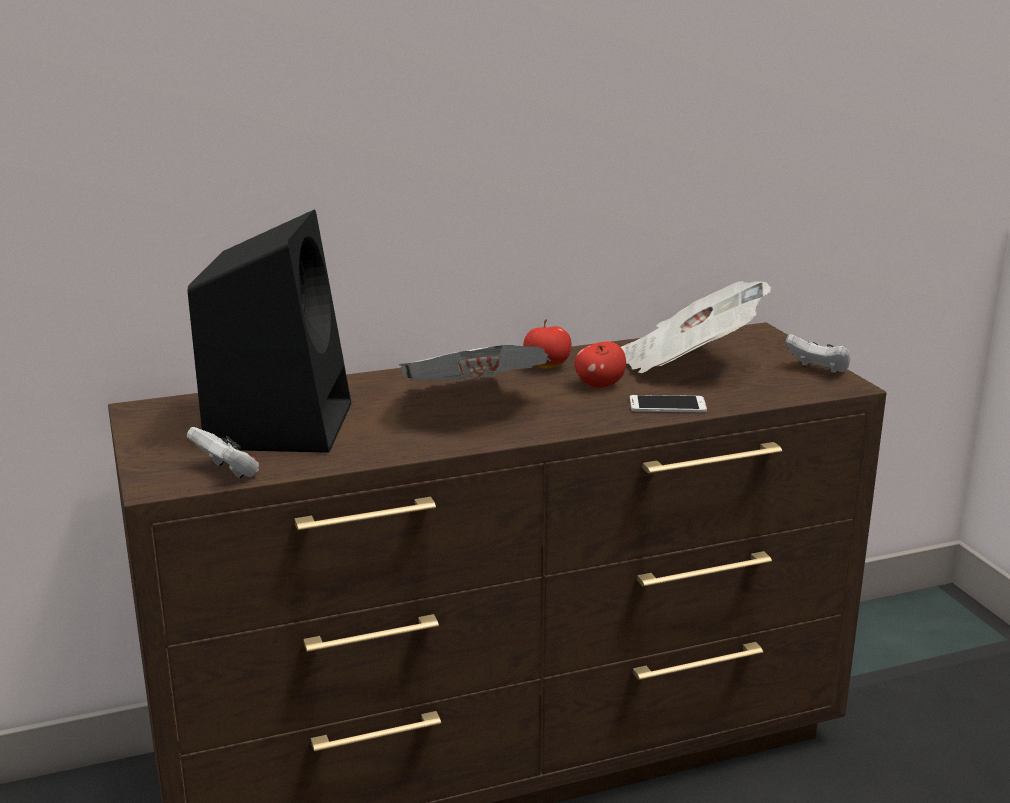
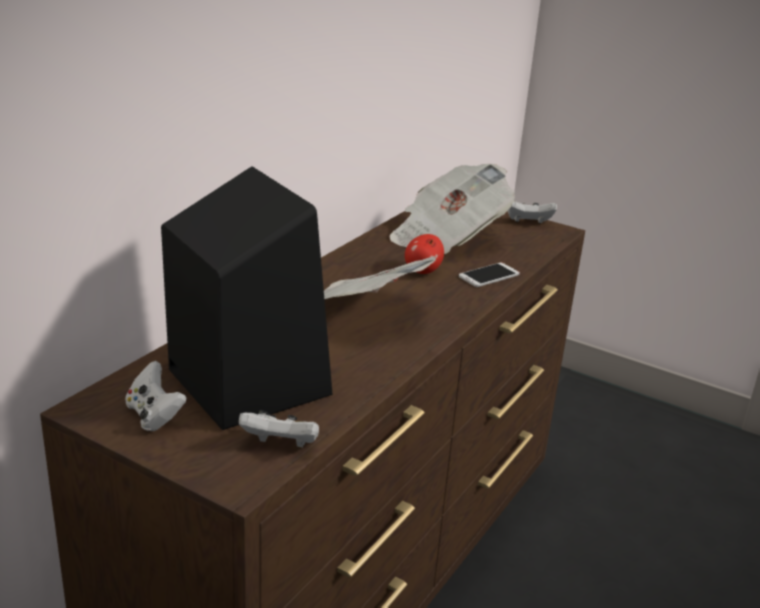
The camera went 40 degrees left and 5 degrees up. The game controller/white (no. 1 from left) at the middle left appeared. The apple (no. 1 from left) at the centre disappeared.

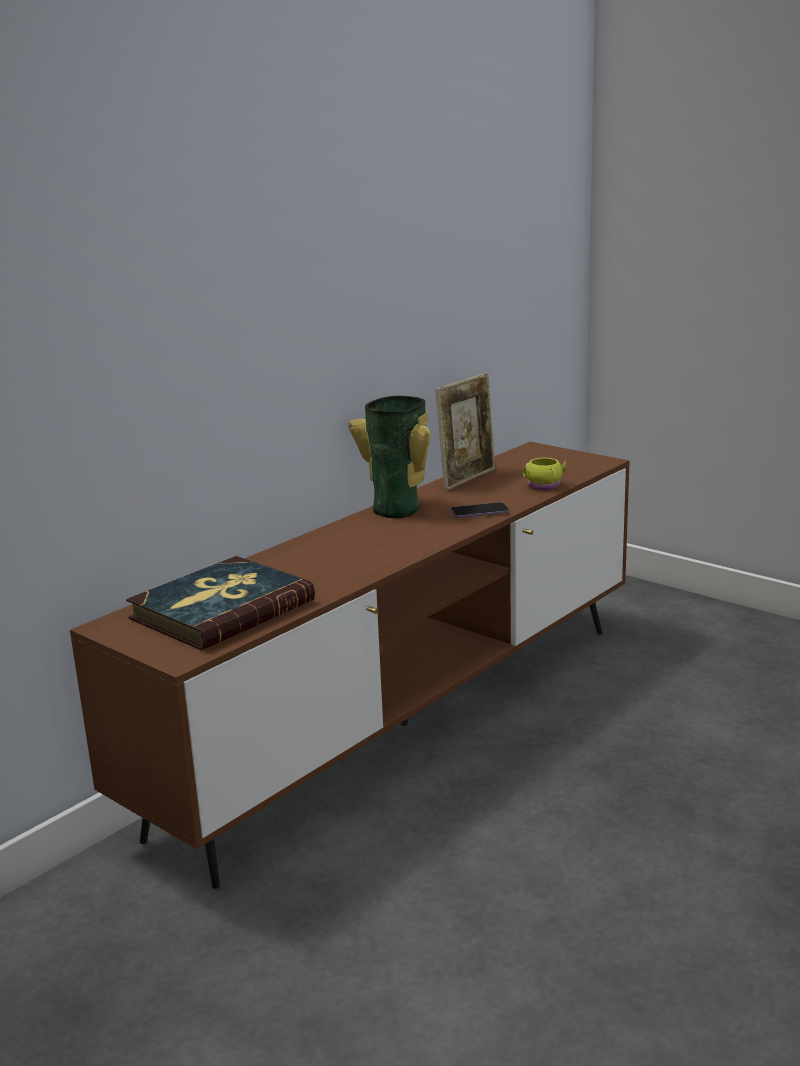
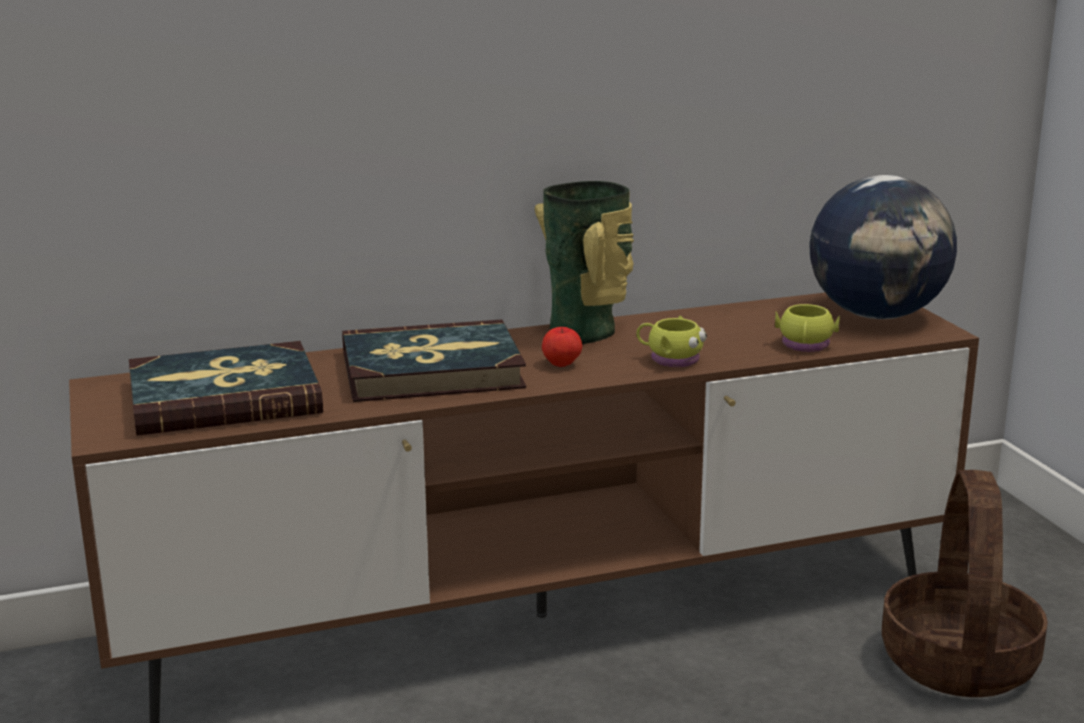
The camera went 30 degrees right and 0 degrees up. The book (no. 2 from left) at the centre appeared. The apple at the centre appeared. The phone at the centre was replaced by the mug/yellow (no. 1 from left) at the centre. The globe at the middle right appeared. The basket at the bottom right appeared. The picture frame at the centre disappeared.

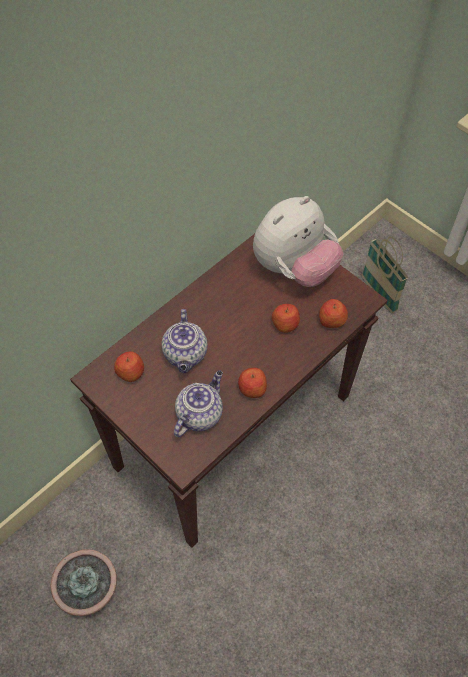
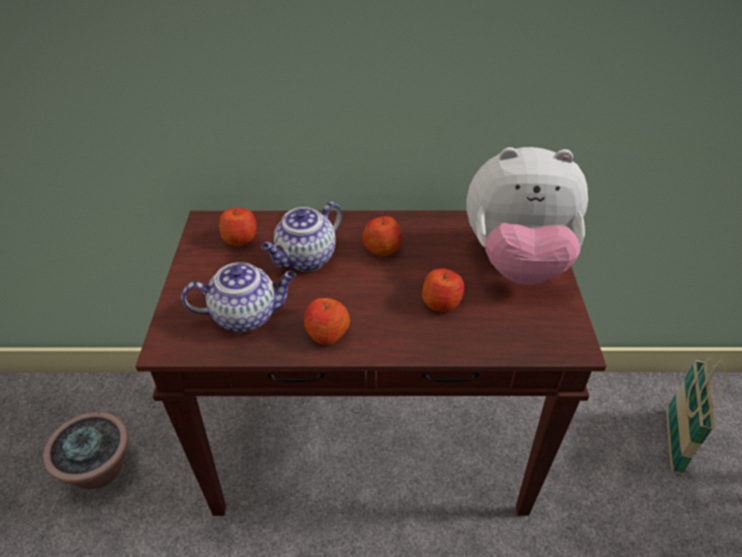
The camera went 45 degrees right and 15 degrees down. The apple (no. 4 from left in the first image) moved from the middle right to the centre.

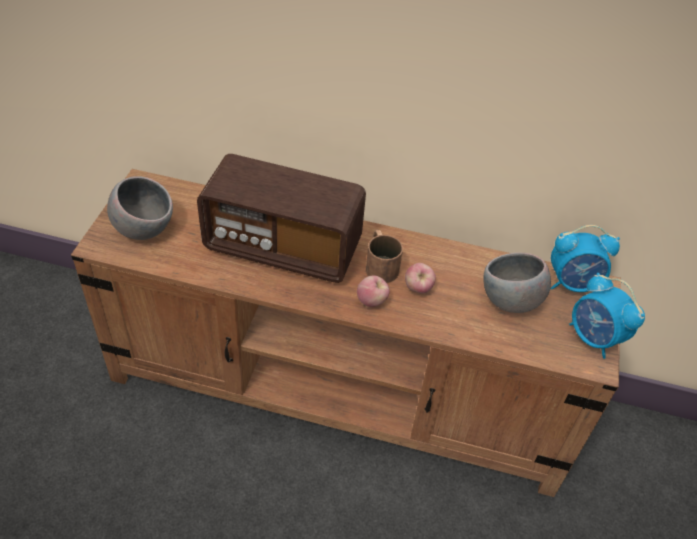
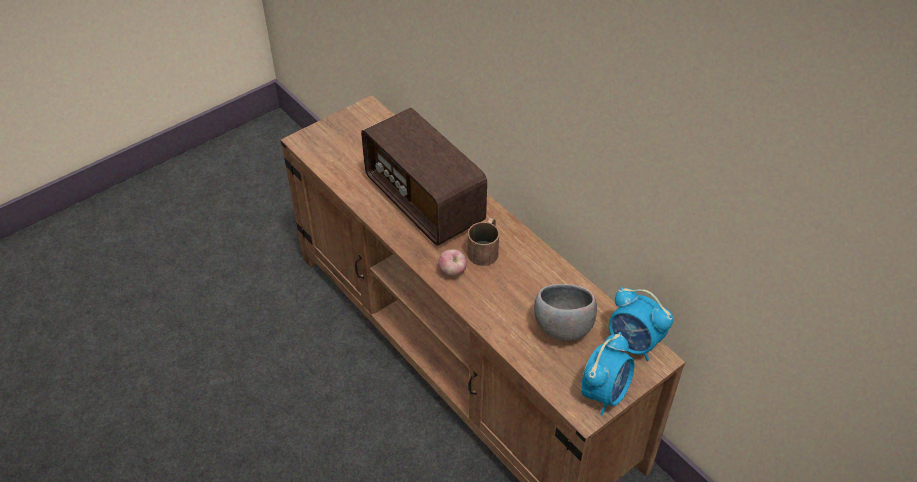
The camera went 40 degrees right and 0 degrees up. The alarm clock (no. 2 from left in the first image) at the middle right turned 150 degrees counterclockwise. The bowl/grey (no. 1 from left) at the middle left disappeared. The apple (no. 2 from left) at the centre disappeared.

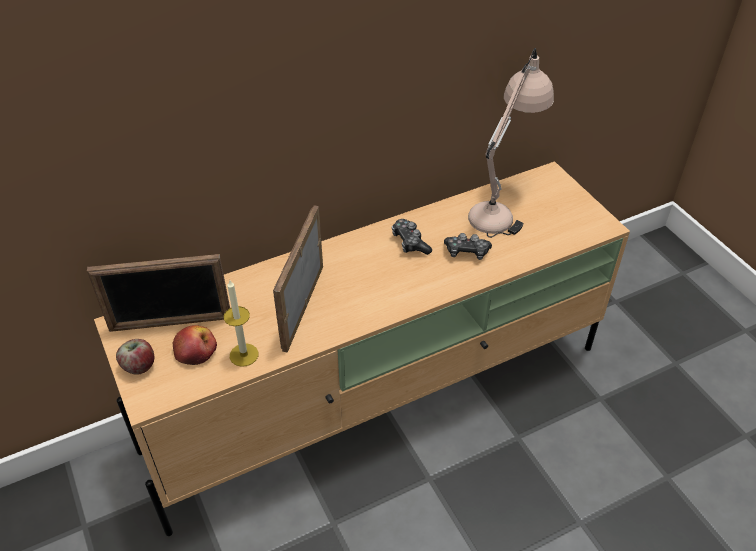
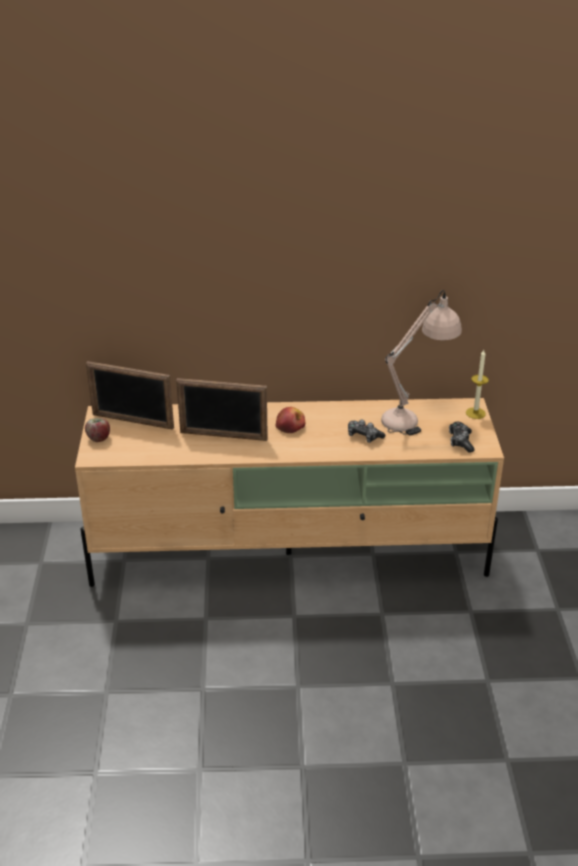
The camera went 25 degrees right and 10 degrees down. The picture frame (no. 2 from left) at the centre turned 120 degrees counterclockwise. The apple (no. 2 from left) moved from the middle left to the centre. The game controller (no. 1 from left in the first image) moved from the centre to the middle right. The candle moved from the middle left to the middle right.

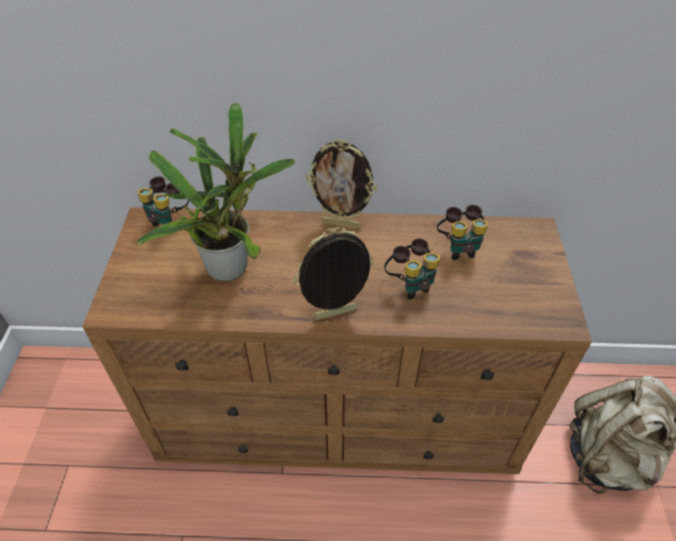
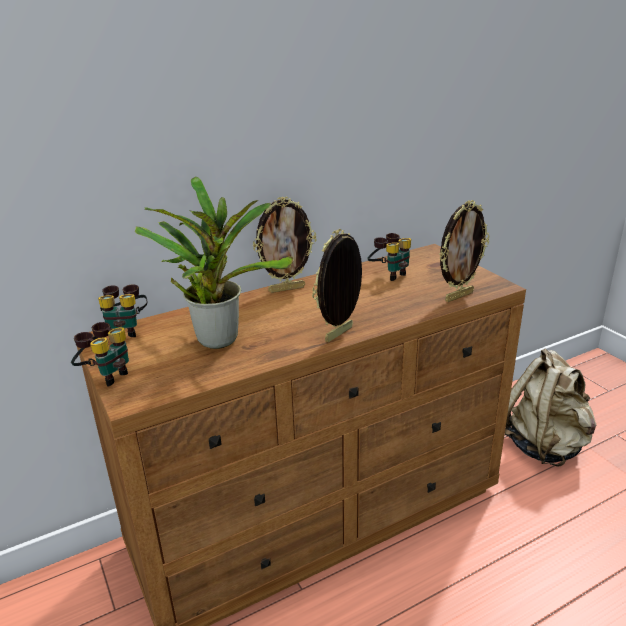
The camera went 30 degrees left and 20 degrees down. The binoculars (no. 2 from left in the first image) moved from the centre to the middle left. The picture frame (no. 3 from left) at the middle right appeared.

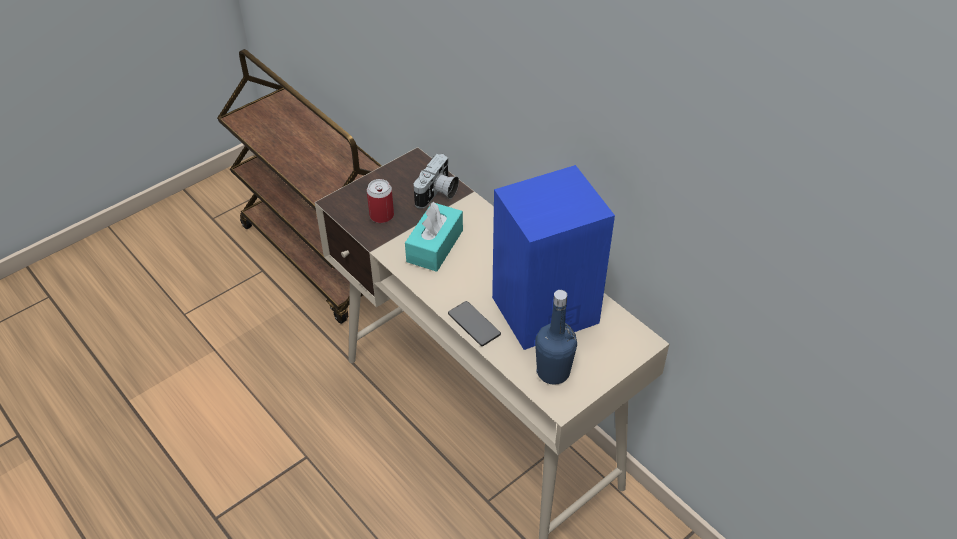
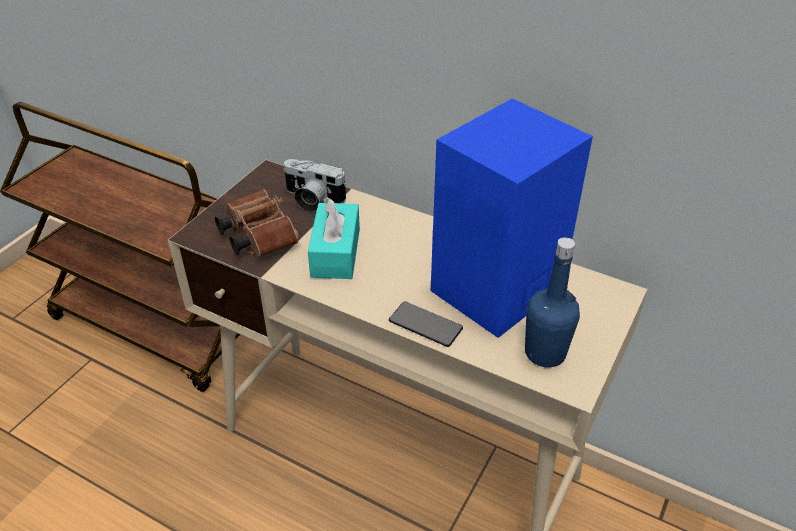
The camera went 20 degrees left and 5 degrees down. The can at the centre was replaced by the binoculars/brown at the middle left. The photo camera at the centre turned 105 degrees clockwise.

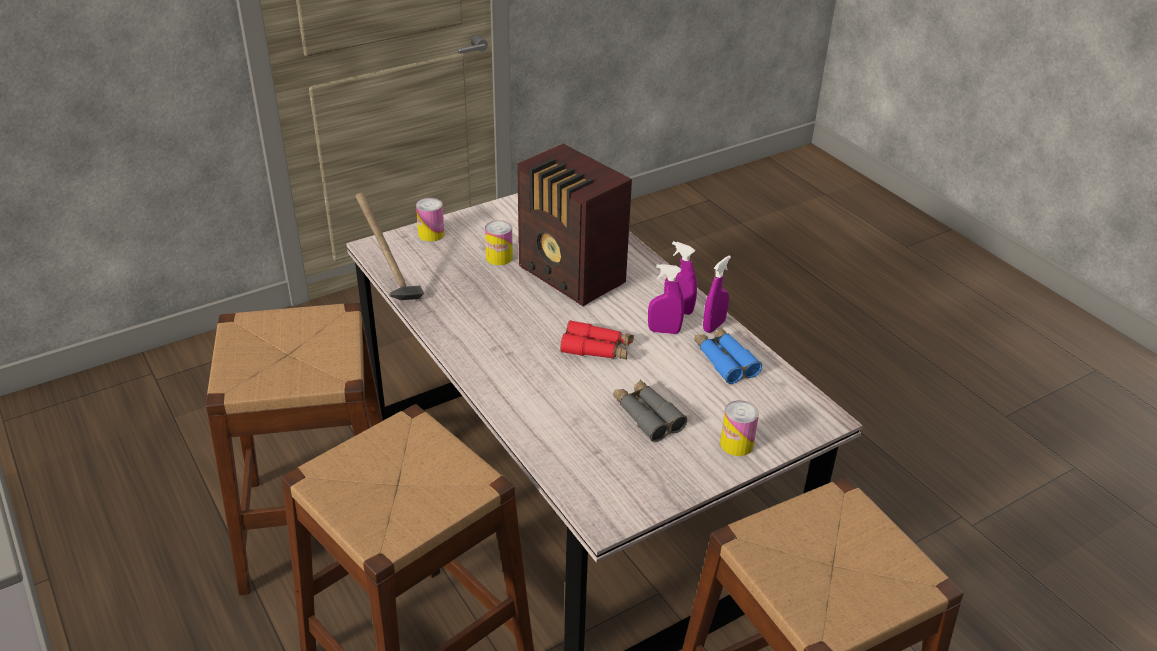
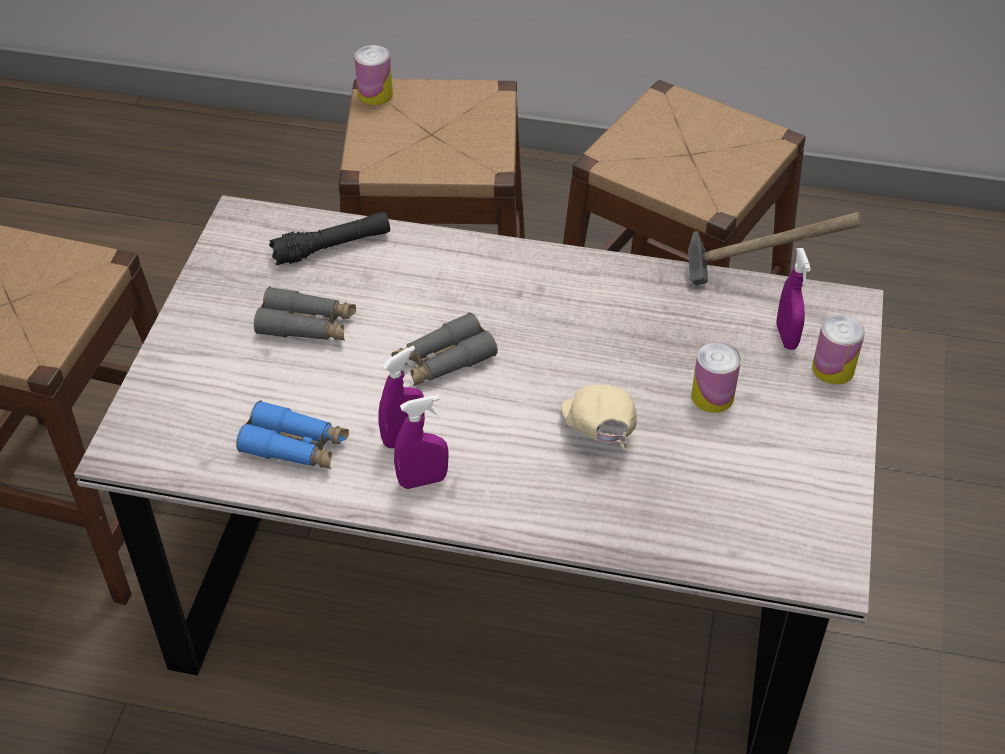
The camera went 135 degrees right and 10 degrees up. The flashlight/black at the top left appeared. The can (no. 3 from left in the first image) moved from the centre to the top centre. The binoculars/red at the centre became the binoculars/grey (no. 2 from left) at the centre. The radio at the centre was replaced by the cap/beige at the centre. The spray bottle/purple (no. 3 from left) moved from the centre to the middle right.

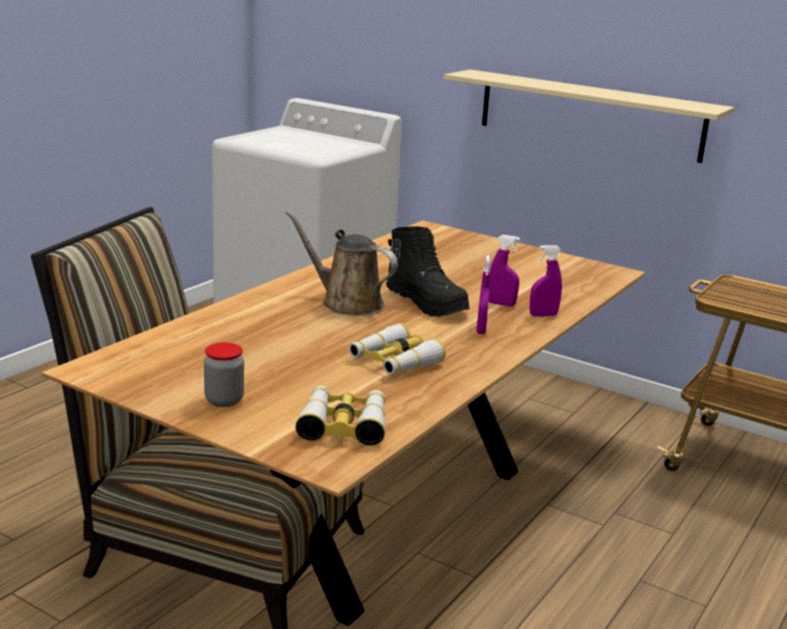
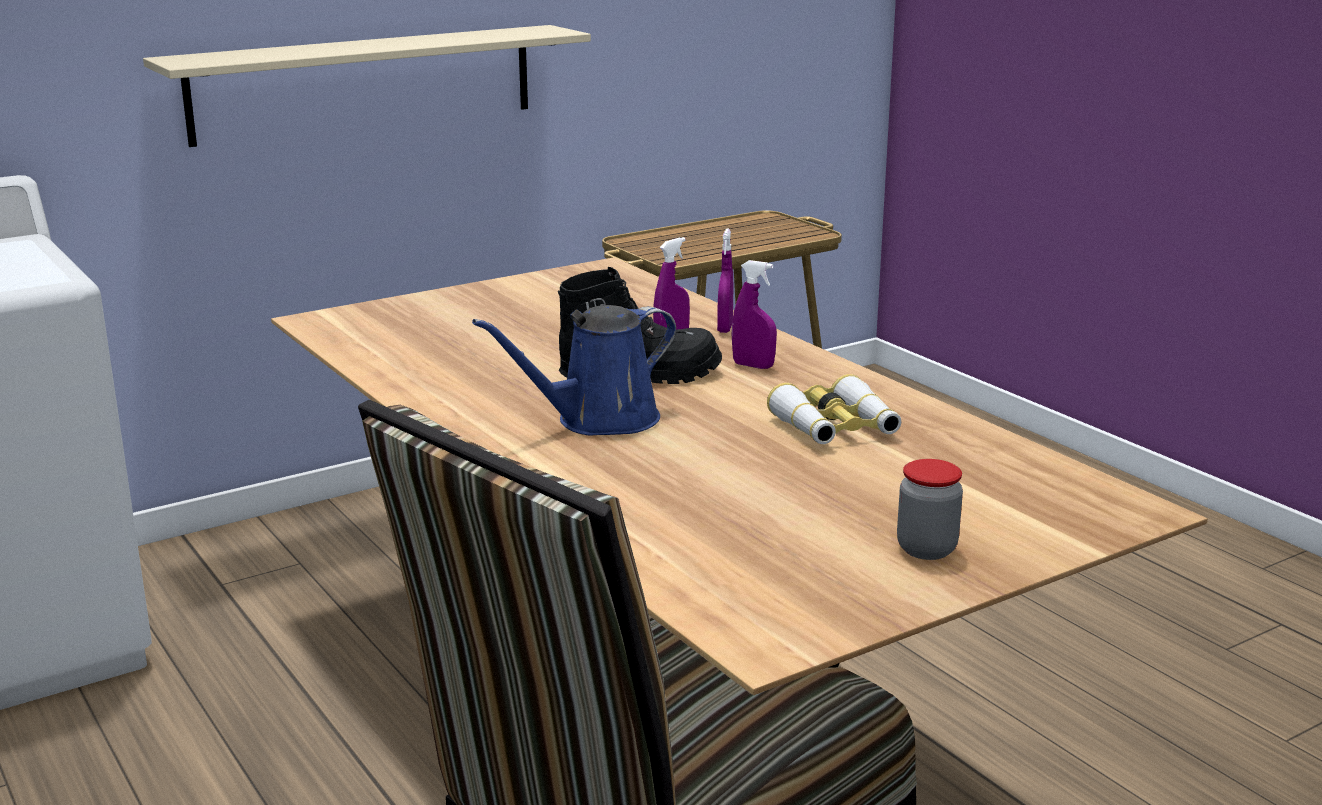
The camera went 65 degrees left and 0 degrees up. The watering can/brown at the centre became the watering can/blue at the centre. The binoculars (no. 1 from left) at the centre disappeared.

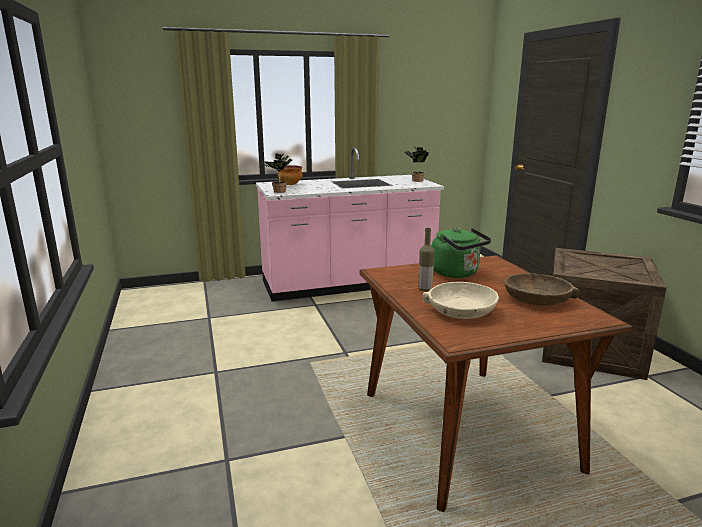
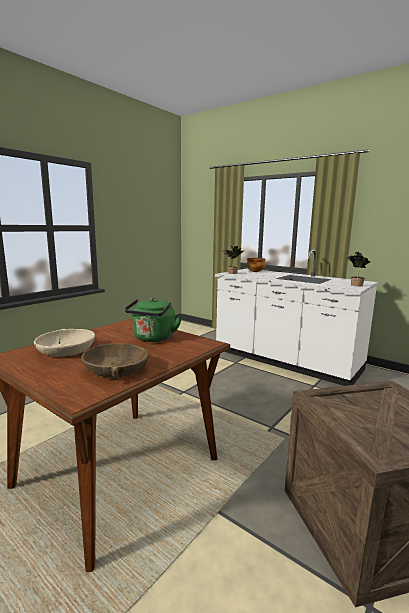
The camera went 55 degrees right and 5 degrees down. The counter/pink at the centre became the counter/white at the middle right. The bottle at the centre disappeared.

